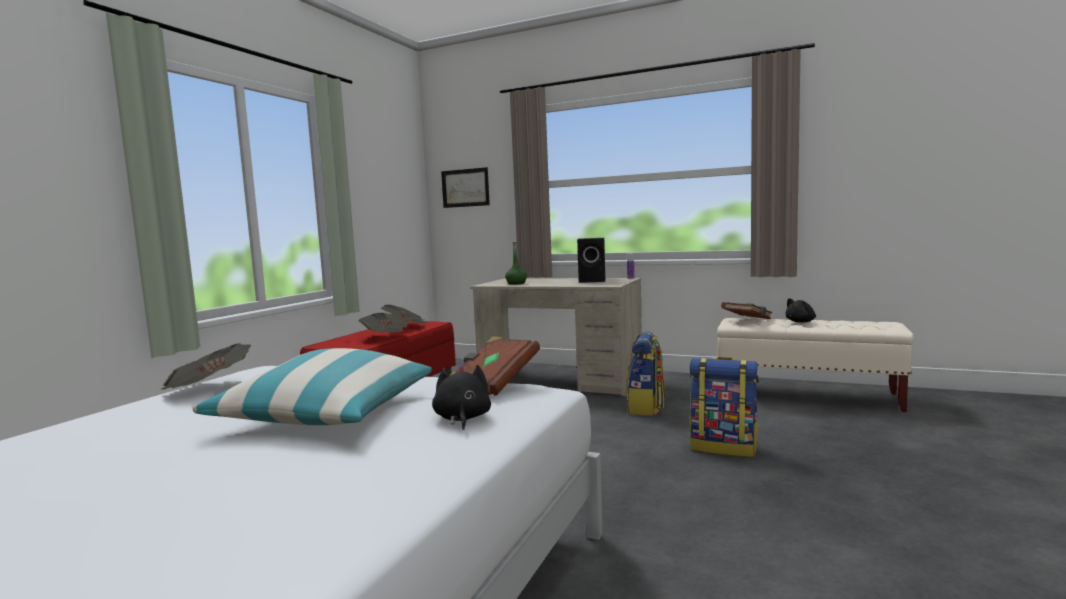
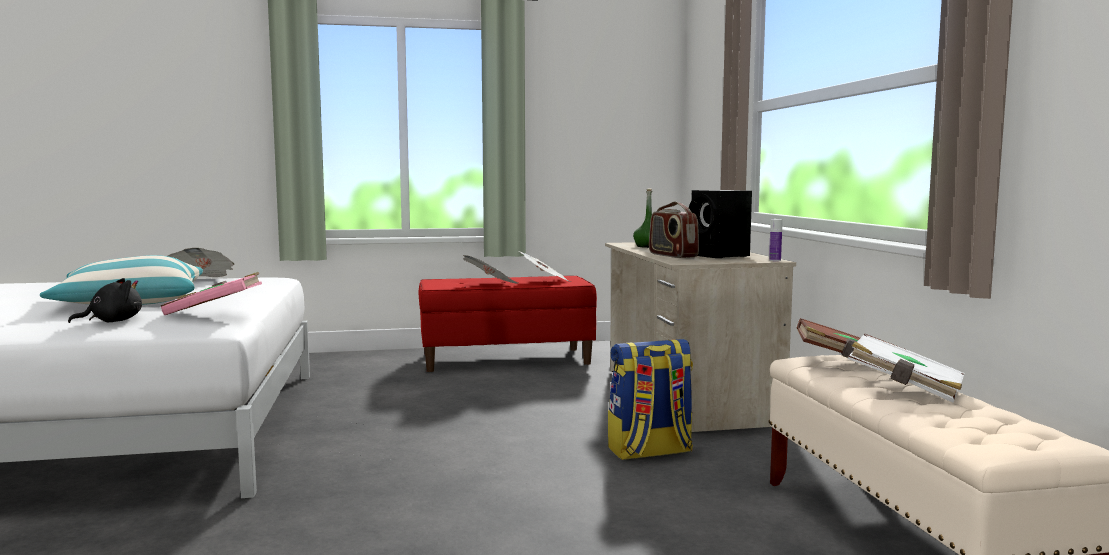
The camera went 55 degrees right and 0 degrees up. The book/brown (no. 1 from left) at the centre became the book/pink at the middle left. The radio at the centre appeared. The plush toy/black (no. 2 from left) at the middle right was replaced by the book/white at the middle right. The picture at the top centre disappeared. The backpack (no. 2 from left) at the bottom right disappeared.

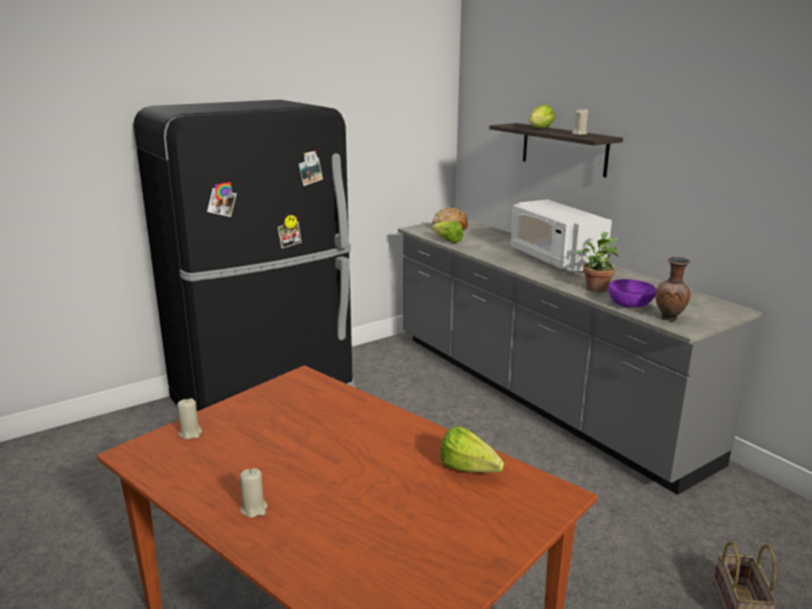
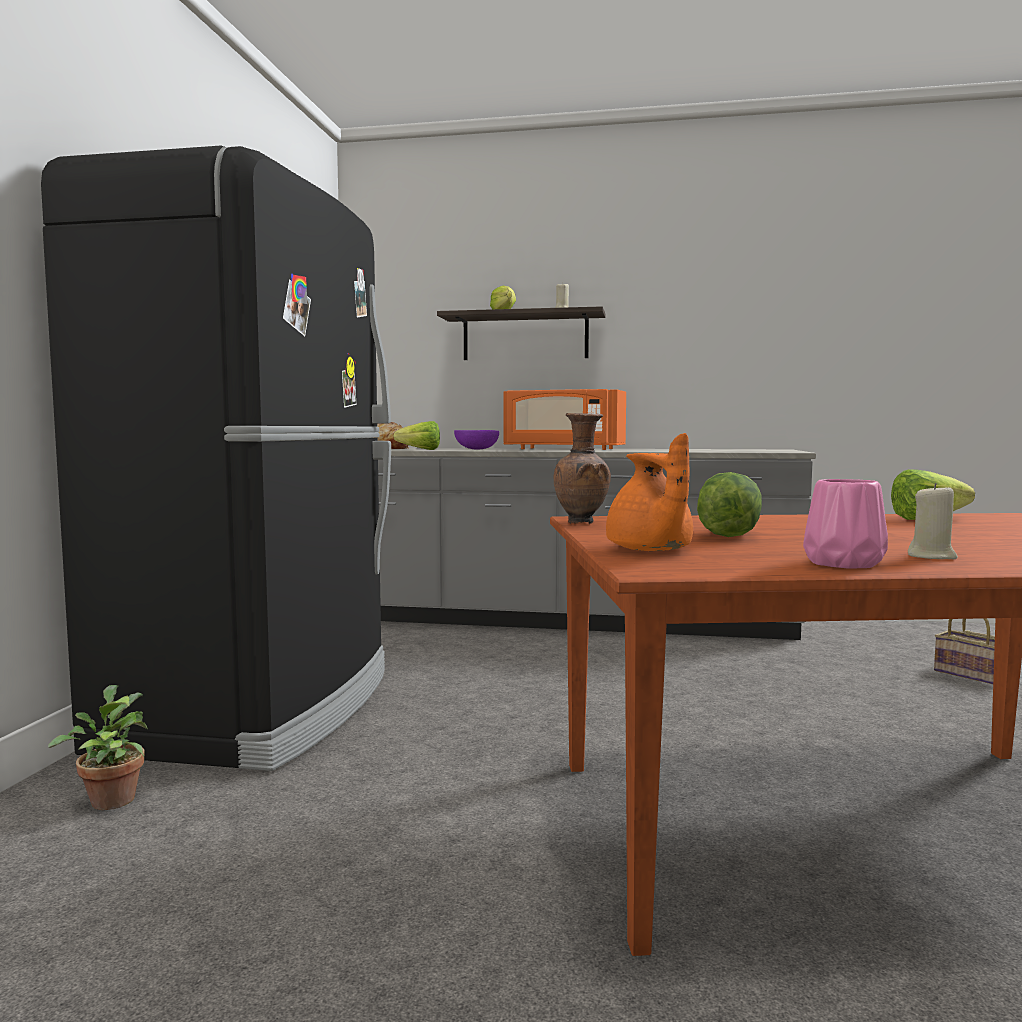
The camera went 45 degrees left and 15 degrees down. The potted plant moved from the middle right to the bottom left. The bowl/purple moved from the middle right to the centre. The microwave/white at the middle right became the microwave/orange at the centre. The vase/brown moved from the middle right to the centre. The candle/beige (no. 1 from left) at the bottom left was replaced by the teapot/orange at the centre. The lettuce (no. 3 from left) at the middle right appeared. The vase/pink at the middle right appeared.

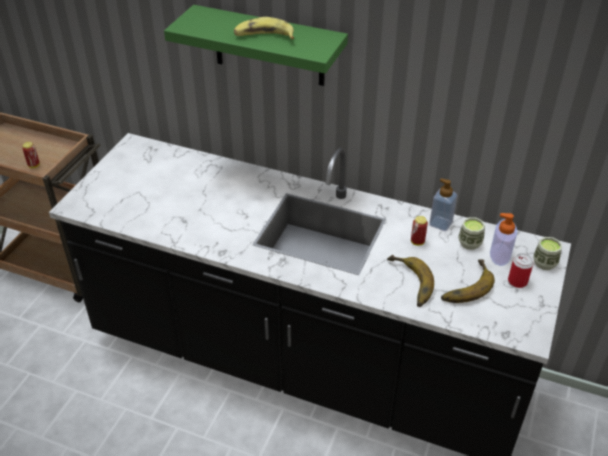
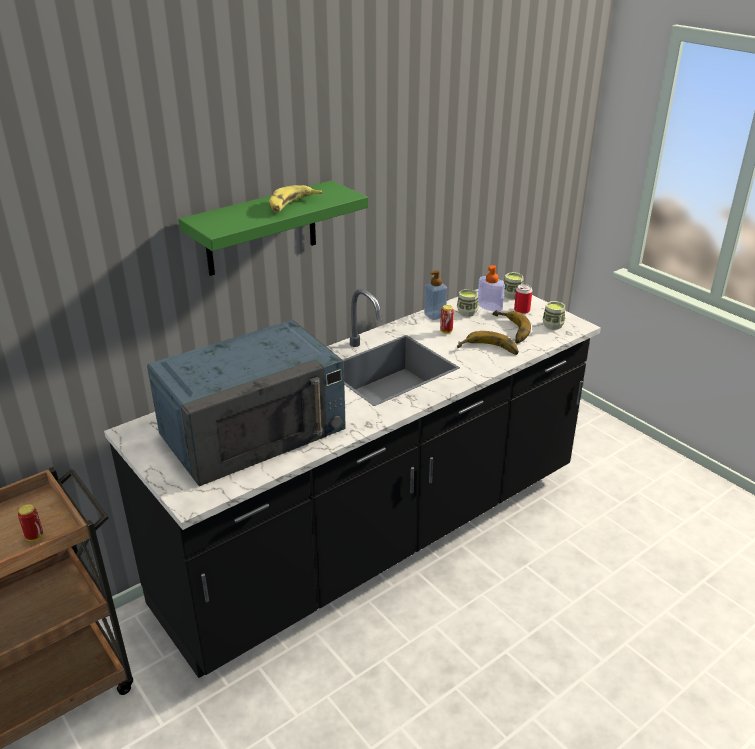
The camera went 60 degrees left and 10 degrees down. The microwave/blue at the middle left appeared. The cup (no. 3 from left) at the middle right appeared.

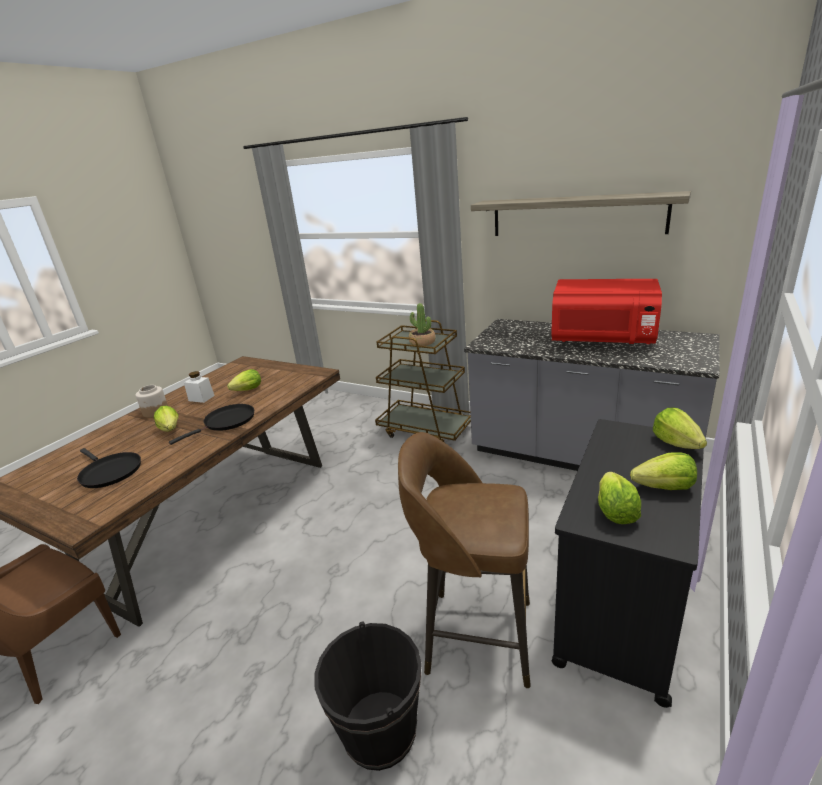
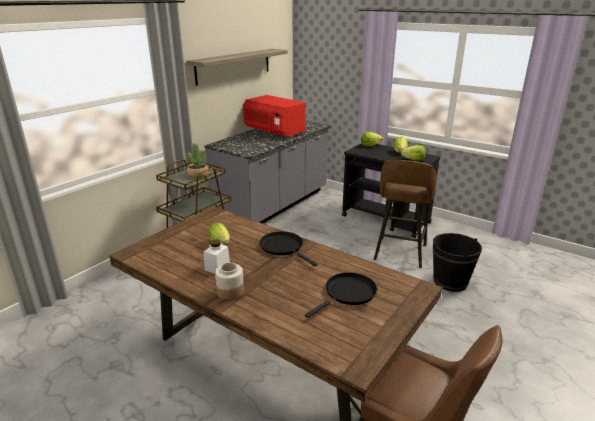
The camera went 85 degrees left and 0 degrees up. The microwave/red at the middle right turned 105 degrees clockwise. The lettuce (no. 1 from left) at the middle left disappeared.

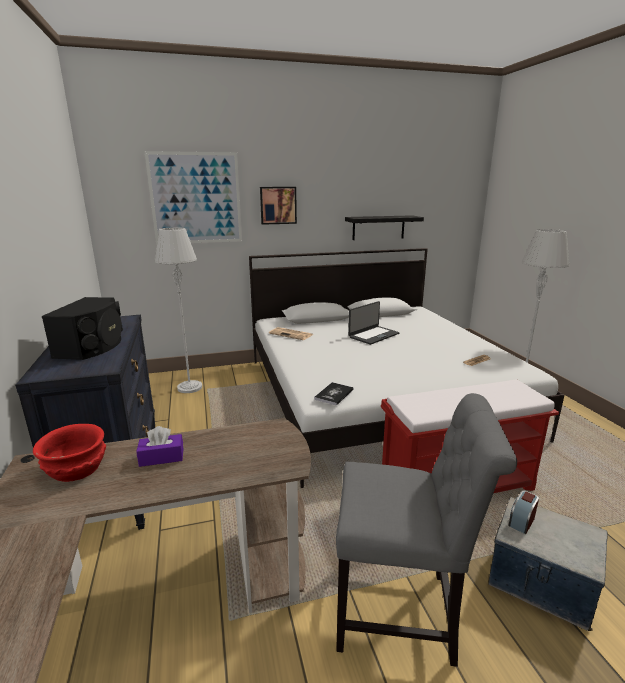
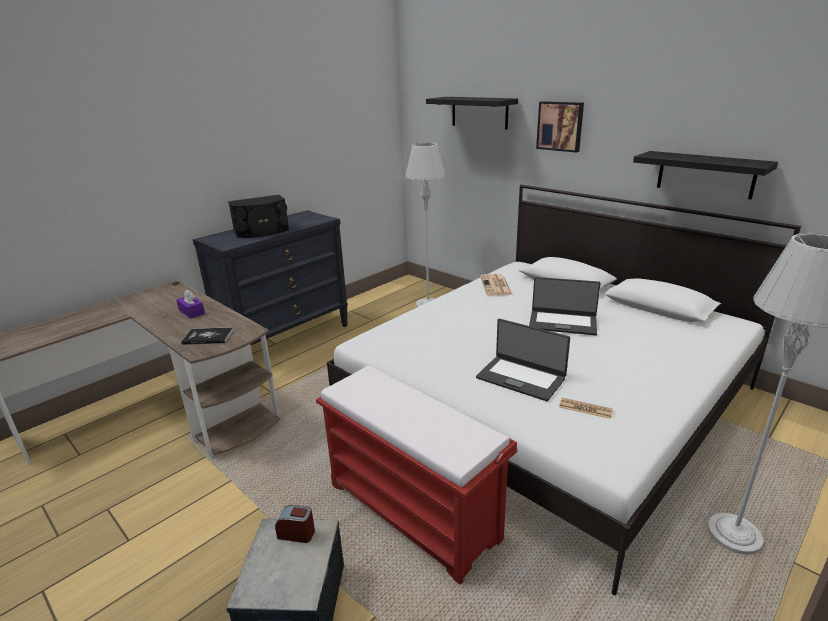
The camera went 60 degrees right and 5 degrees up. The book moved from the centre to the middle left. The picture (no. 1 from left) at the top left was replaced by the shelf/black (no. 1 from left) at the top centre. The laptop (no. 1 from left) at the centre appeared. The bowl/red at the middle left disappeared. The chair/grey at the bottom right disappeared.

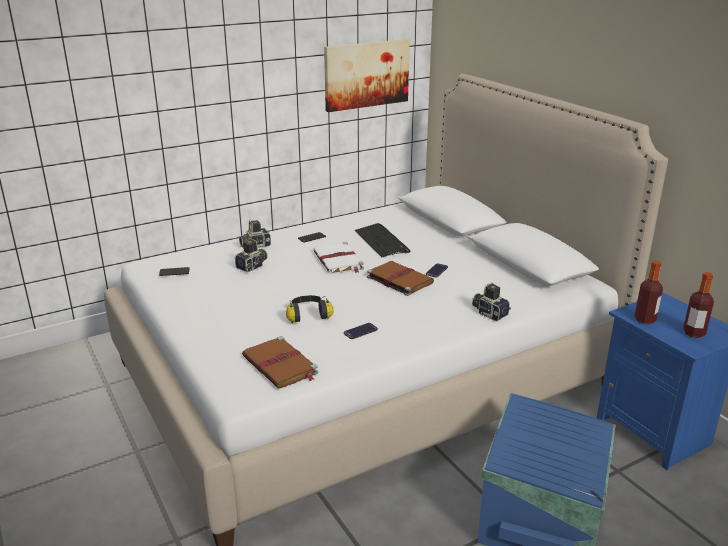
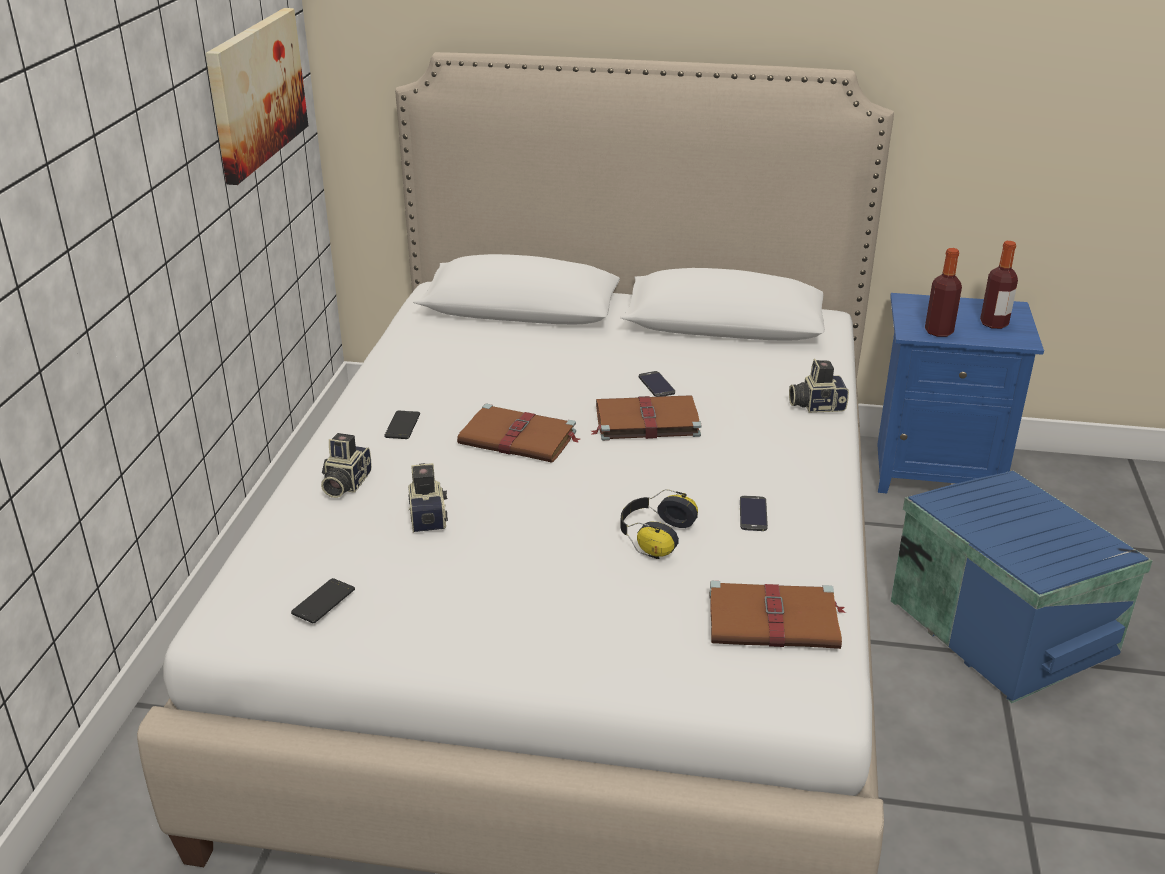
The camera went 50 degrees left and 5 degrees up. The book/white at the centre became the book/brown (no. 1 from left) at the centre. The keyboard at the centre disappeared.

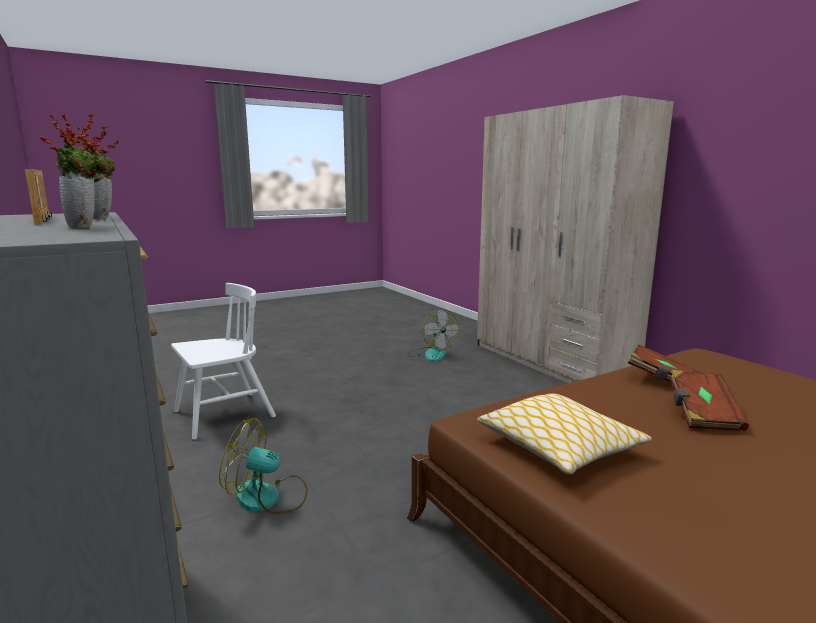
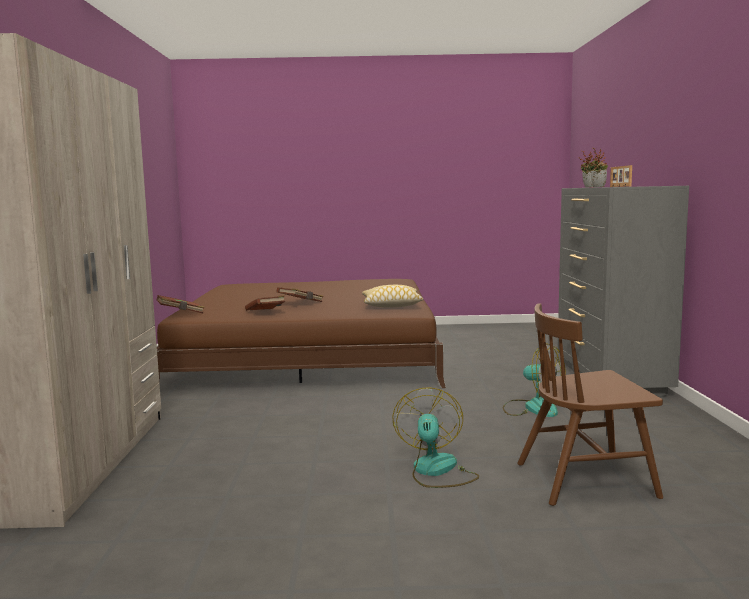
The camera went 150 degrees left and 5 degrees down. The book/brown (no. 1 from left) at the middle left appeared. The fan (no. 2 from left in the first image) moved from the centre to the bottom centre. The chair/white at the middle left became the chair/brown at the bottom right.

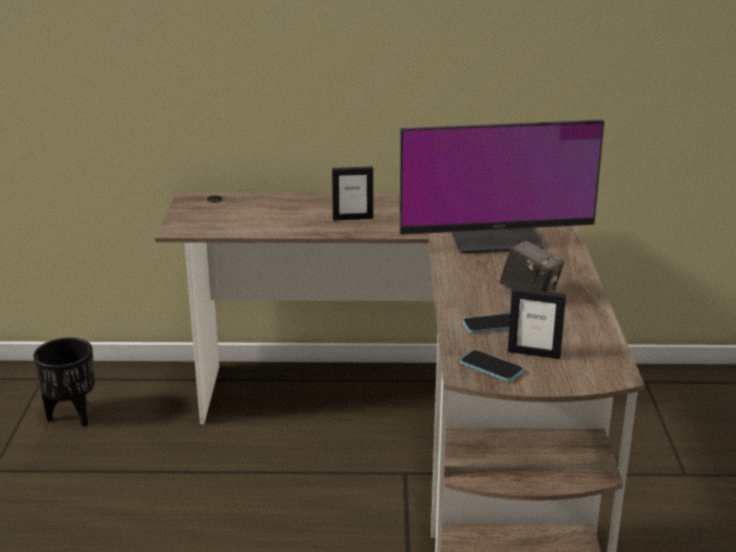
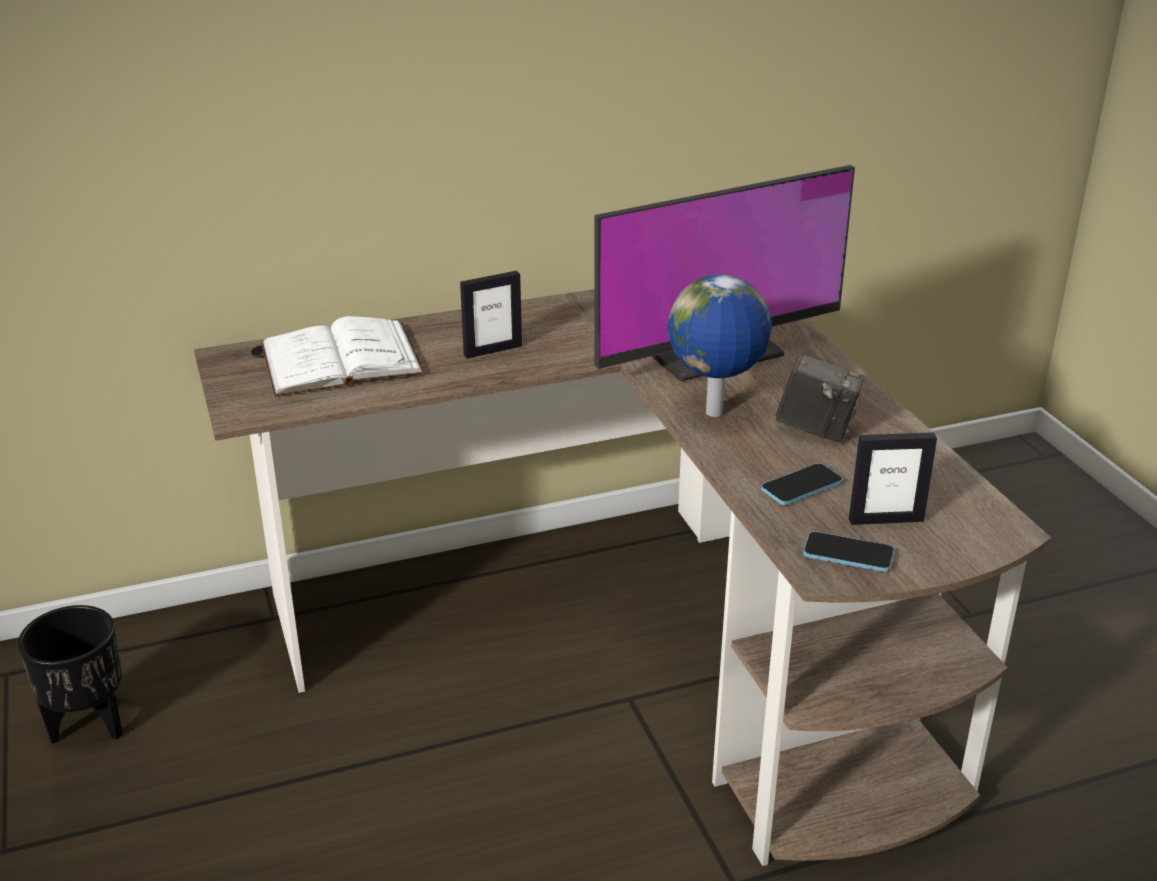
The camera went 20 degrees left and 5 degrees up. The book/white at the middle left appeared. The globe at the centre appeared.

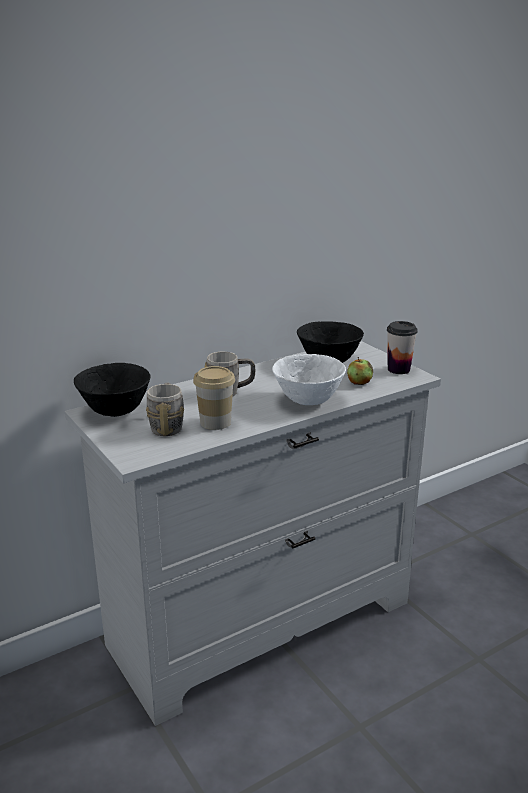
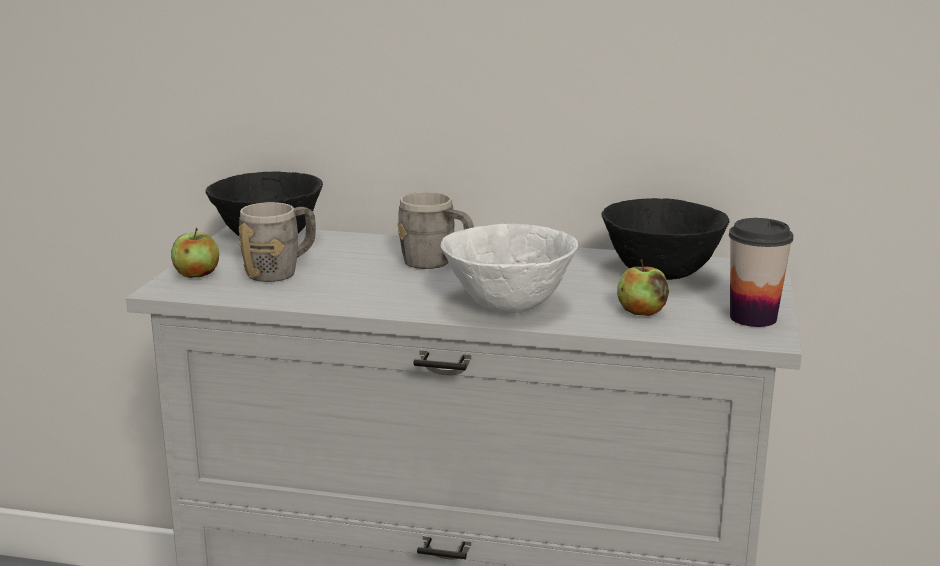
The camera went 45 degrees right and 5 degrees down. The apple (no. 1 from left) at the middle left appeared. The cup (no. 1 from left) at the centre disappeared.

